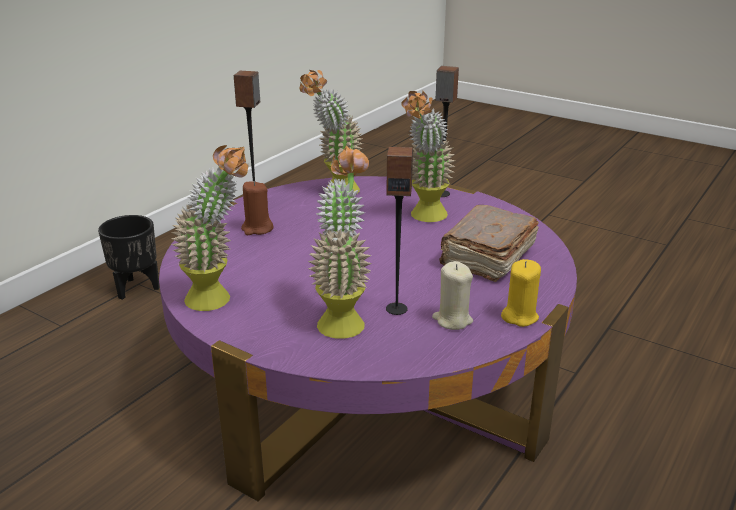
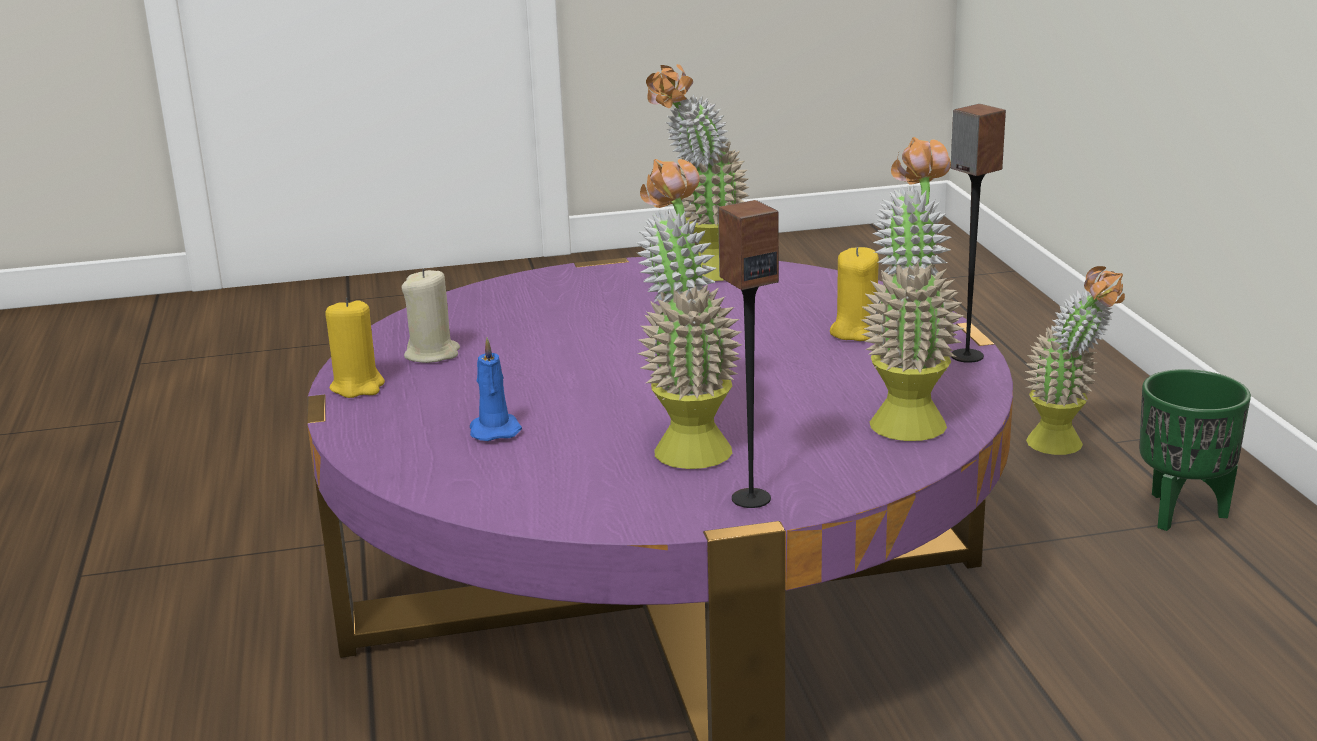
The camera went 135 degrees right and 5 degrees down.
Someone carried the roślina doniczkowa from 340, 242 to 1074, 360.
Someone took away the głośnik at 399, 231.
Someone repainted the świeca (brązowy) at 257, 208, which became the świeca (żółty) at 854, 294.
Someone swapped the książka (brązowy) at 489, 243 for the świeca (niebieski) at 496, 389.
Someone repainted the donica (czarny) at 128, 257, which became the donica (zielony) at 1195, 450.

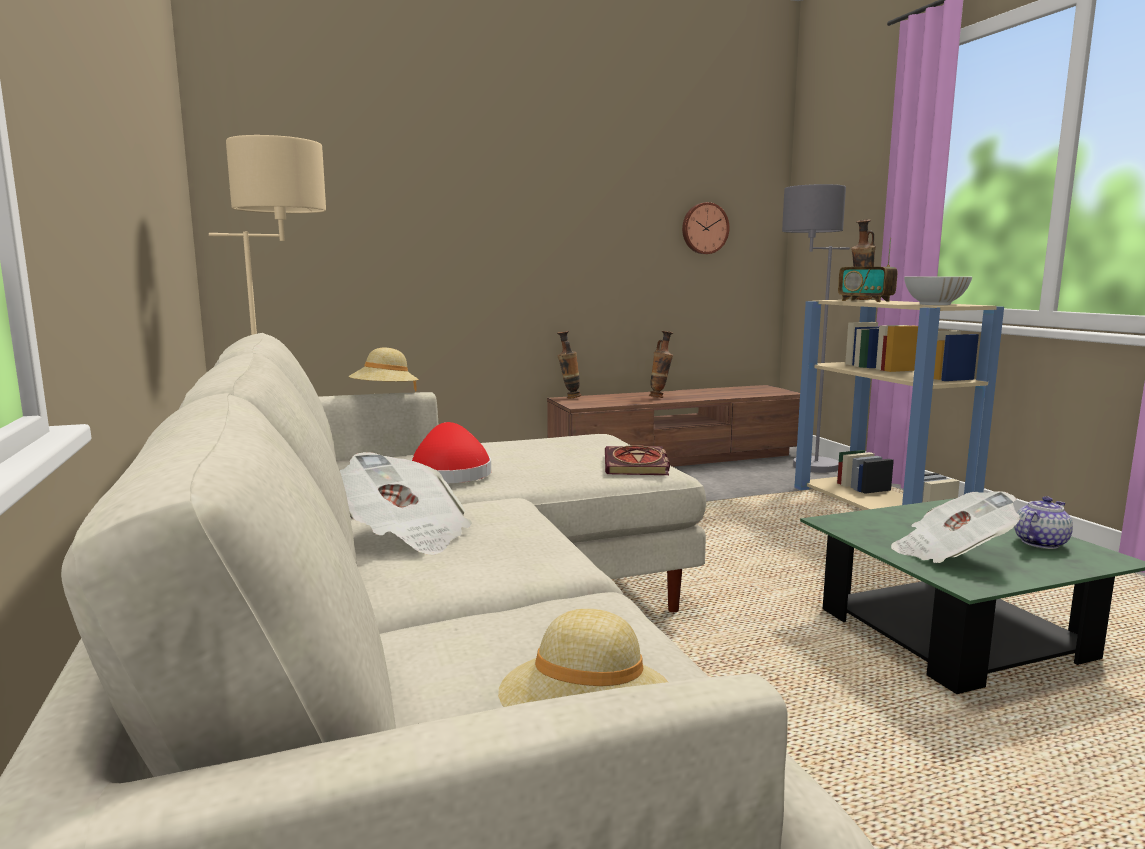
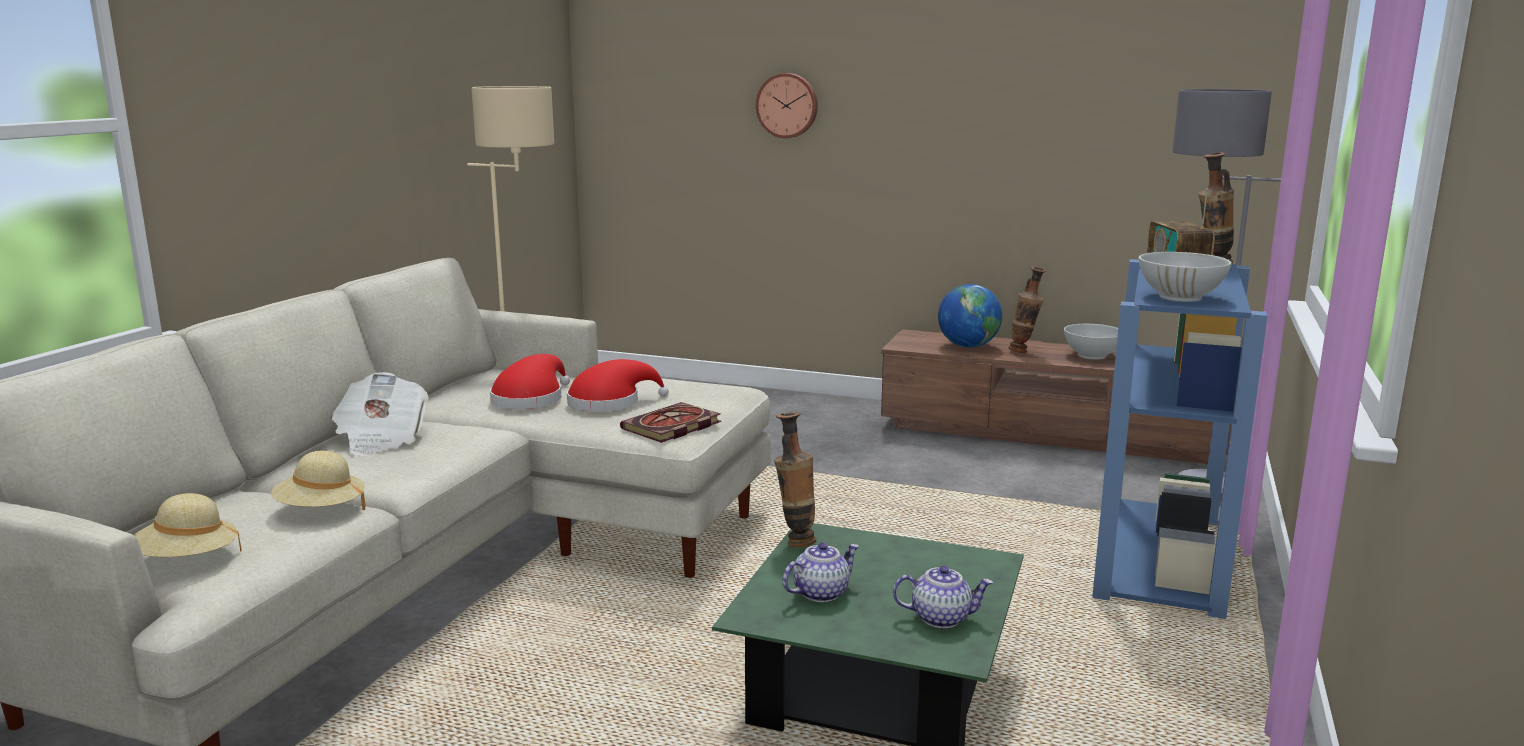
The camera went 40 degrees right and 5 degrees up.
Someone carried the zegar ścienny from 706, 228 to 787, 105.
Someone repainted the regał (beżowy) at 899, 405, which became the regał (niebieski) at 1179, 439.
Someone carried the wazon from 569, 364 to 795, 480.
Someone carried the kapelusz (beżowy) from 384, 370 to 318, 480.
Someone swapped the gazeta at 955, 527 for the imbryk at 820, 572.
Someone put down the globus at 970, 316.
Someone put down the miska (biały) at 1091, 341.
Someone put down the kapelusz (czerwony) at 618, 385.

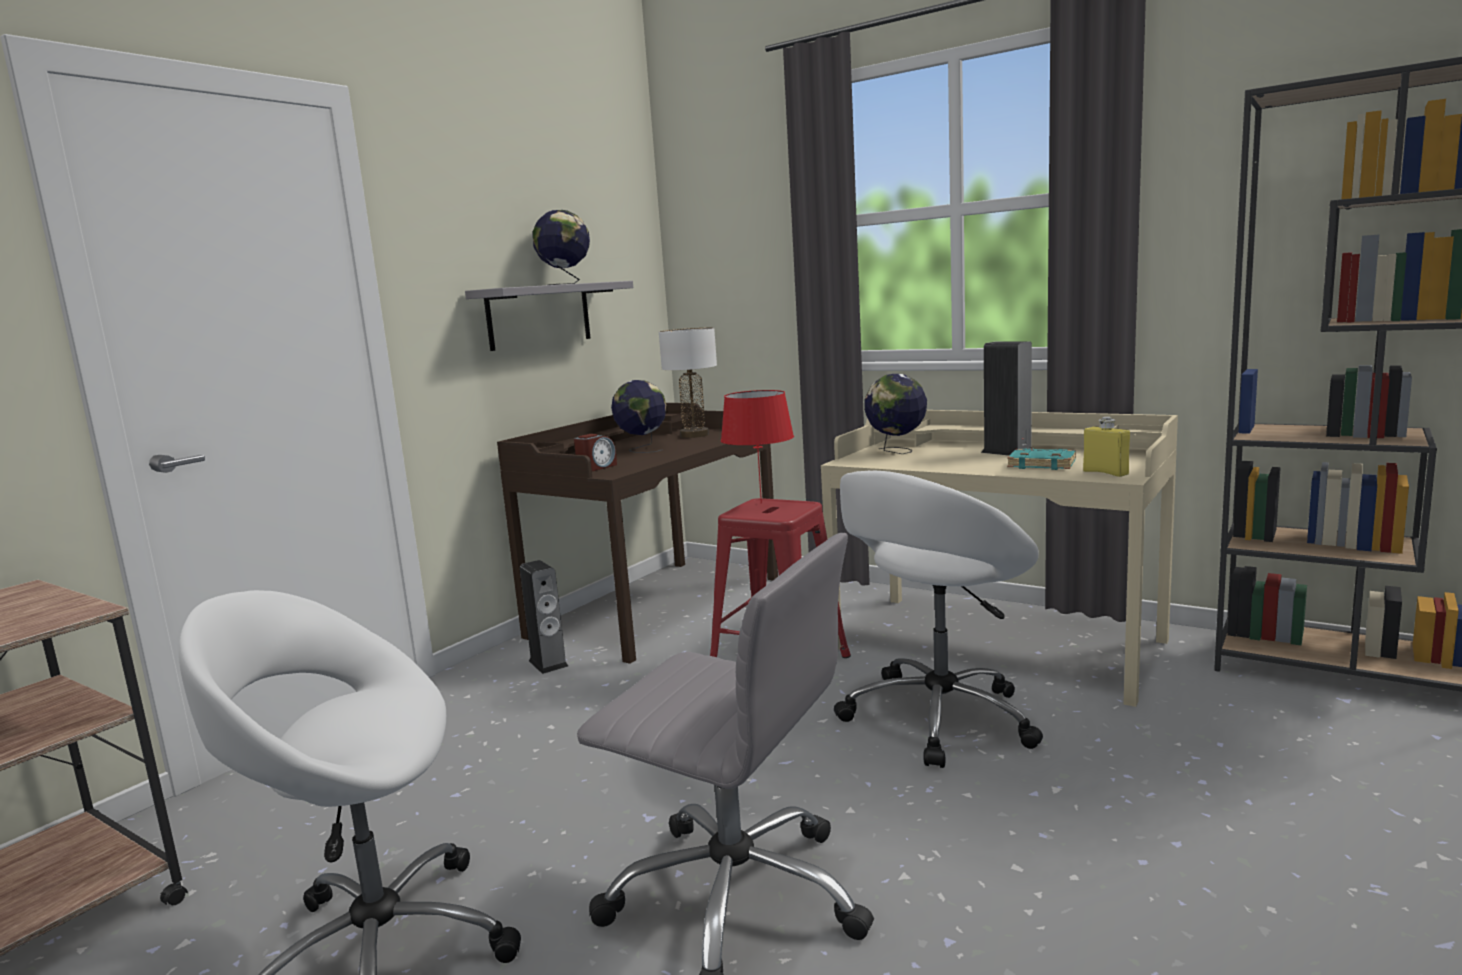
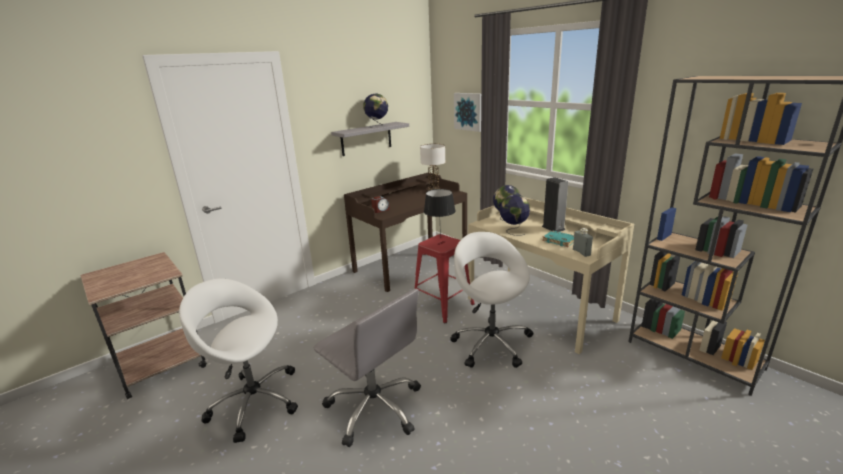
The camera went 15 degrees right and 10 degrees up.
Someone carried the globus from 638, 416 to 514, 215.
Someone repainted the lampa stołowa (czerwony) at 757, 446, which became the lampa stołowa (czarny) at 440, 213.
Someone repainted the butelka (żółty) at 1106, 447, which became the butelka (szary) at 583, 242.
Someone rotated the krzesło biurowe (biały) at 938, 619 by 75 degrees clockwise.
Someone took away the głośnik at 544, 617.
Someone put up the obraz at 467, 112.

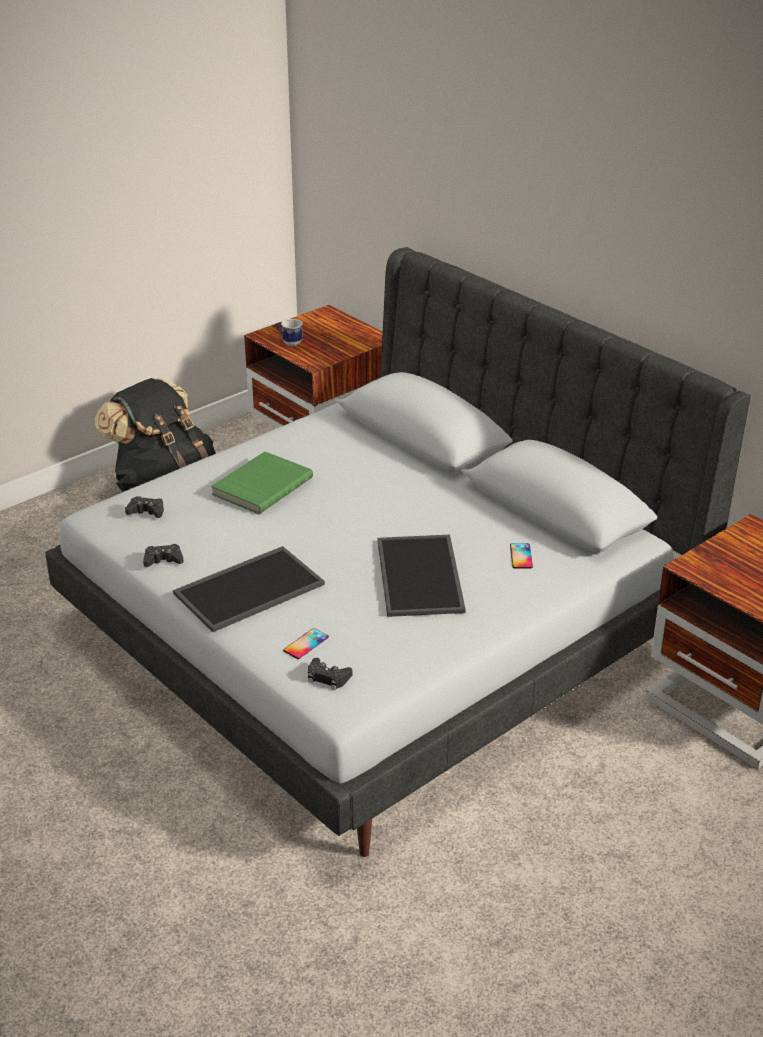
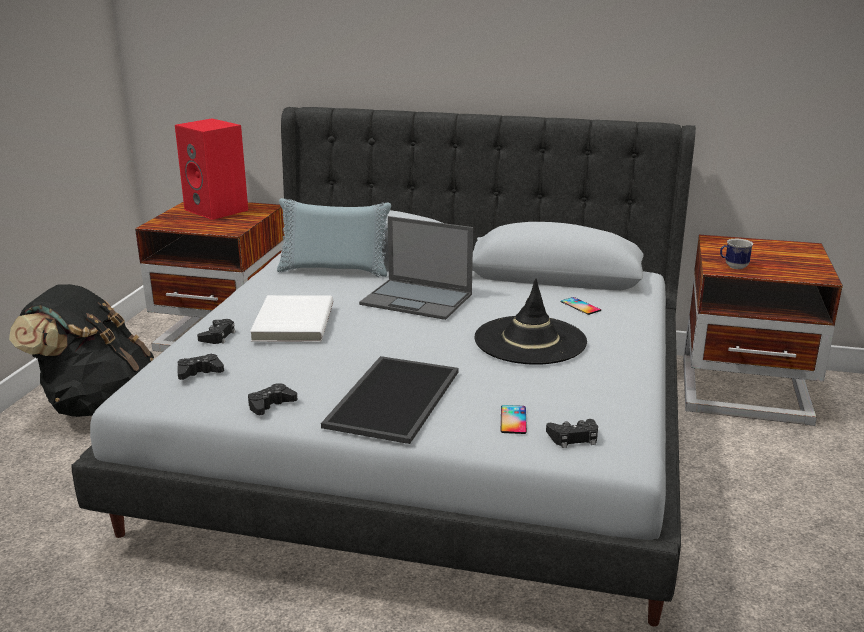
The camera went 35 degrees left and 10 degrees down.
Someone carried the kubek from 290, 332 to 736, 254.
Someone repainted the książka (zielony) at 262, 482, which became the książka (biały) at 291, 318.
Someone swapped the taca at 421, 576 for the kapelusz (czarny) at 531, 321.
Someone put down the głośnik (czerwony) at 211, 169.
Someone put down the poduszka (niebieski) at 334, 237.
Someone put down the laptop at 416, 268.
Someone put down the pad do gier (czarny) at 216, 331.

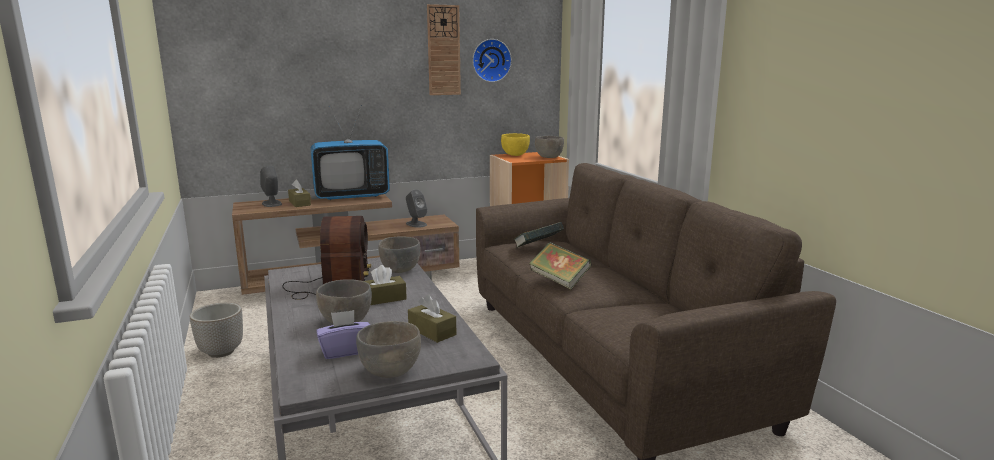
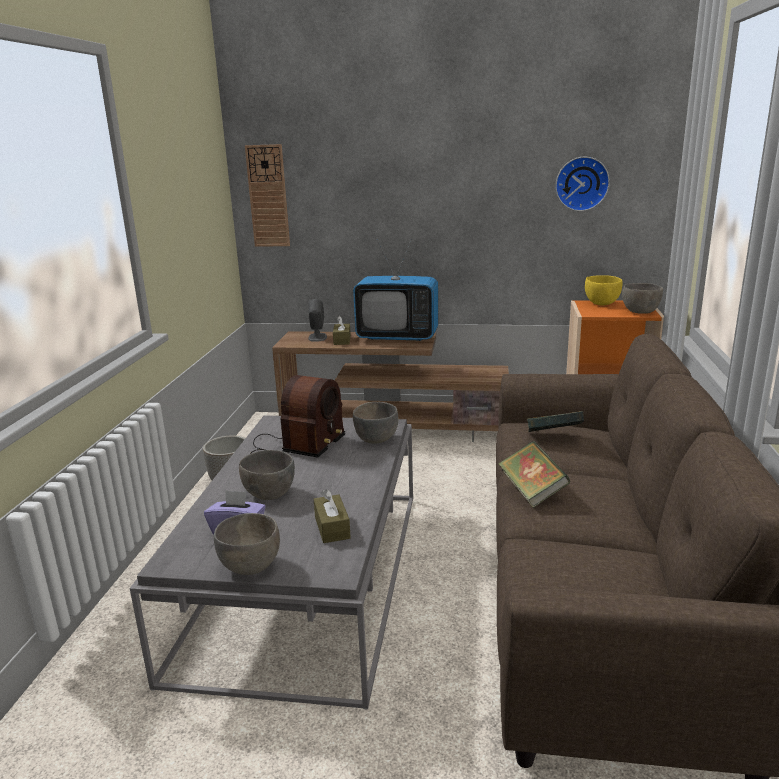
The camera went 30 degrees right and 5 degrees up.
Someone carried the zegar ścienny from 444, 49 to 267, 195.
Someone took away the głośnik (szary) at 416, 208.
Someone took away the pudełko chusteczek (brązowy) at 385, 285.

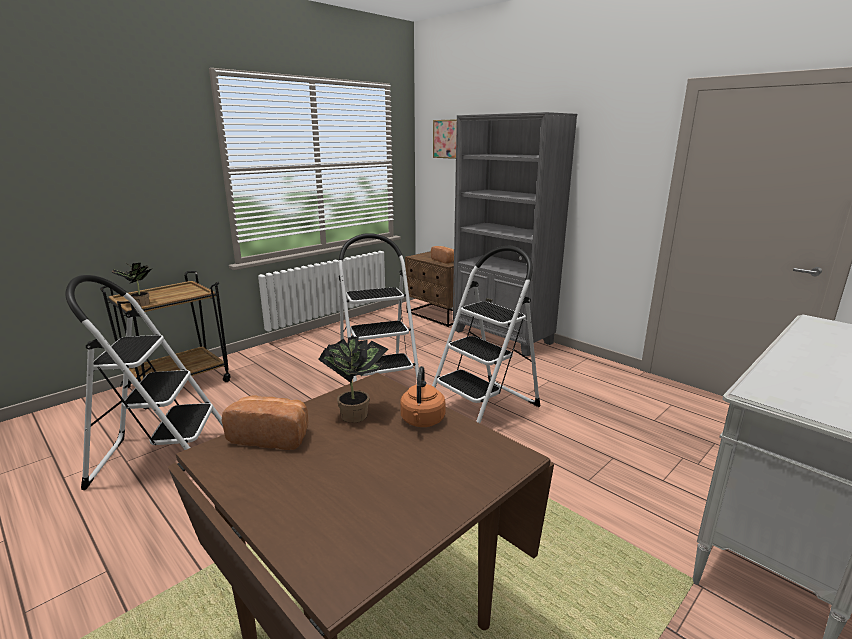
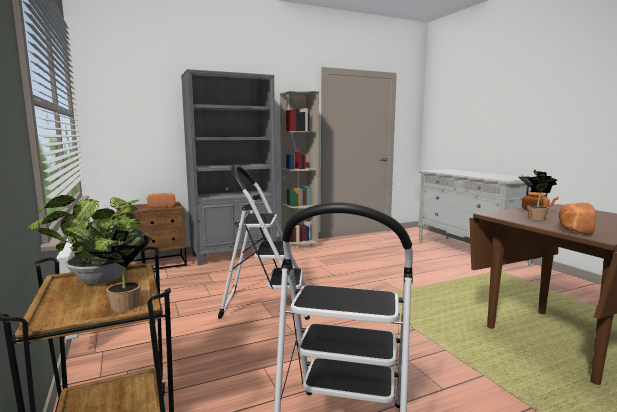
The camera went 70 degrees left and 10 degrees down.
Someone took away the obraz at 445, 139.
Someone took away the drabinka at 486, 334.
Someone put down the regał (beżowy) at 299, 169.
Someone put down the roślina doniczkowa at 84, 239.

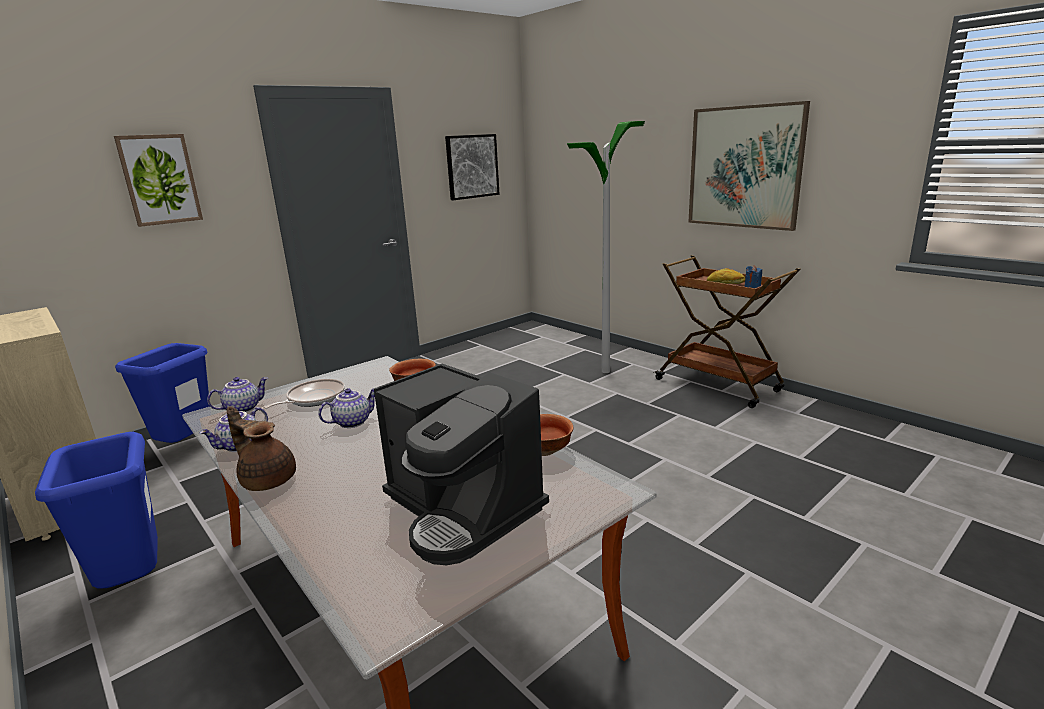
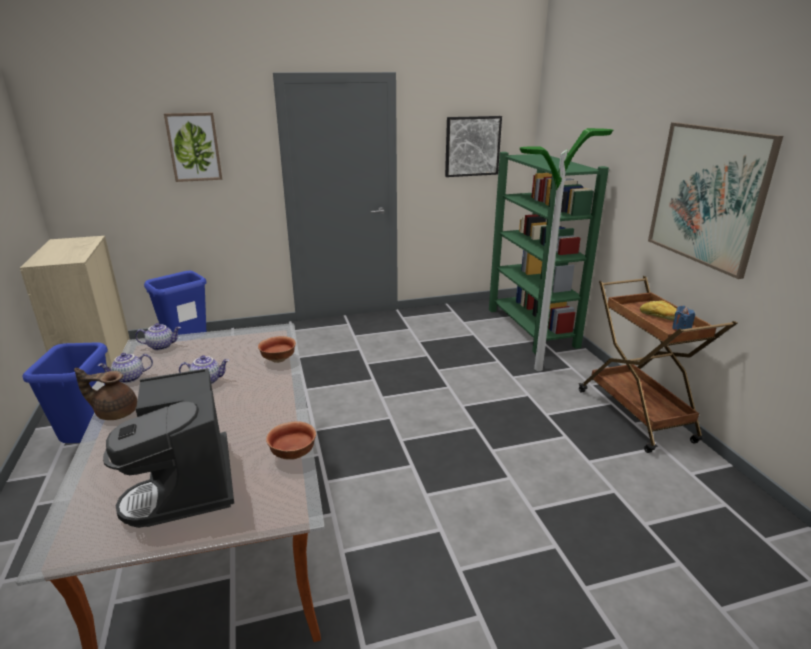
The camera went 25 degrees right and 5 degrees up.
Someone took away the patelnia at 303, 394.
Someone rotated the imbryk (brązowy) at 261, 448 by 60 degrees counterclockwise.
Someone put down the regał (zielony) at 549, 253.

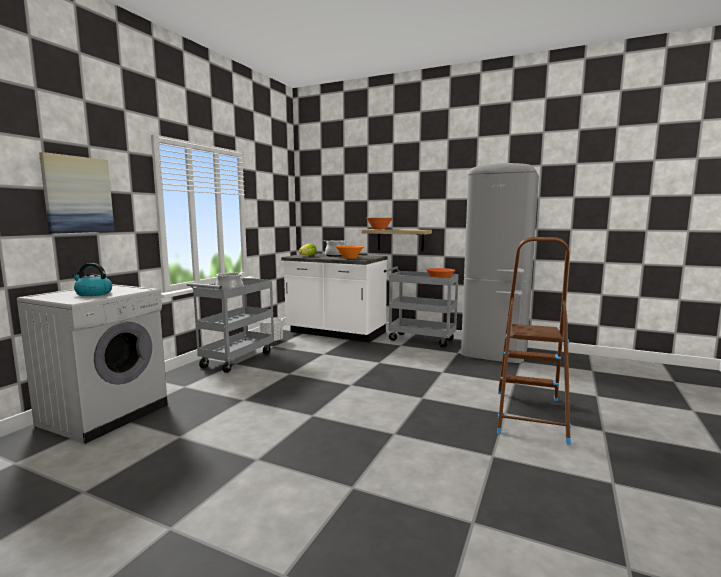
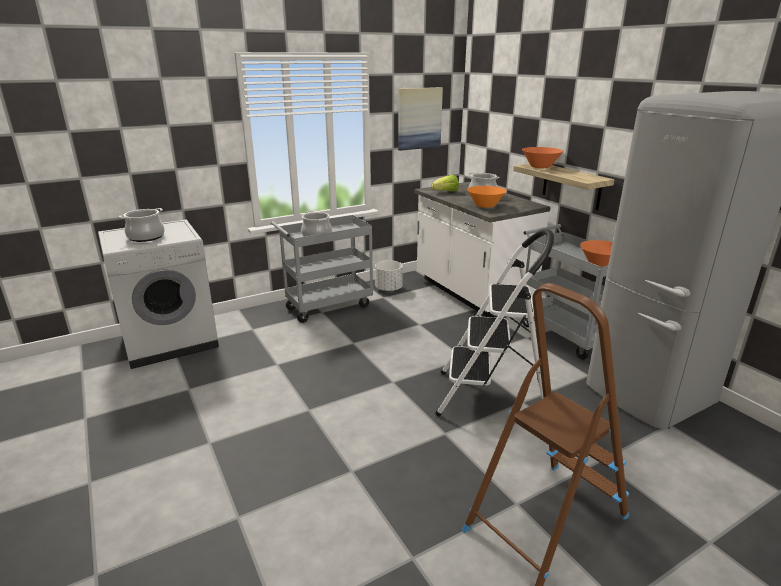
The camera went 35 degrees right and 15 degrees up.
Someone carried the obraz from 77, 193 to 420, 119.
Someone swapped the czajnik at 92, 279 for the garnek at 142, 225.
Someone put down the drabinka at 494, 322.

